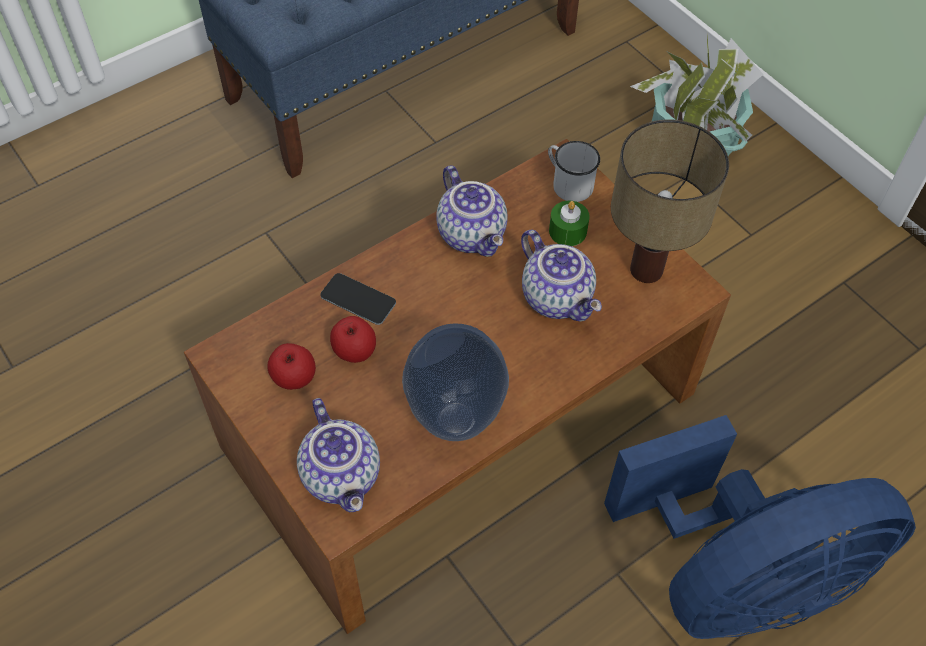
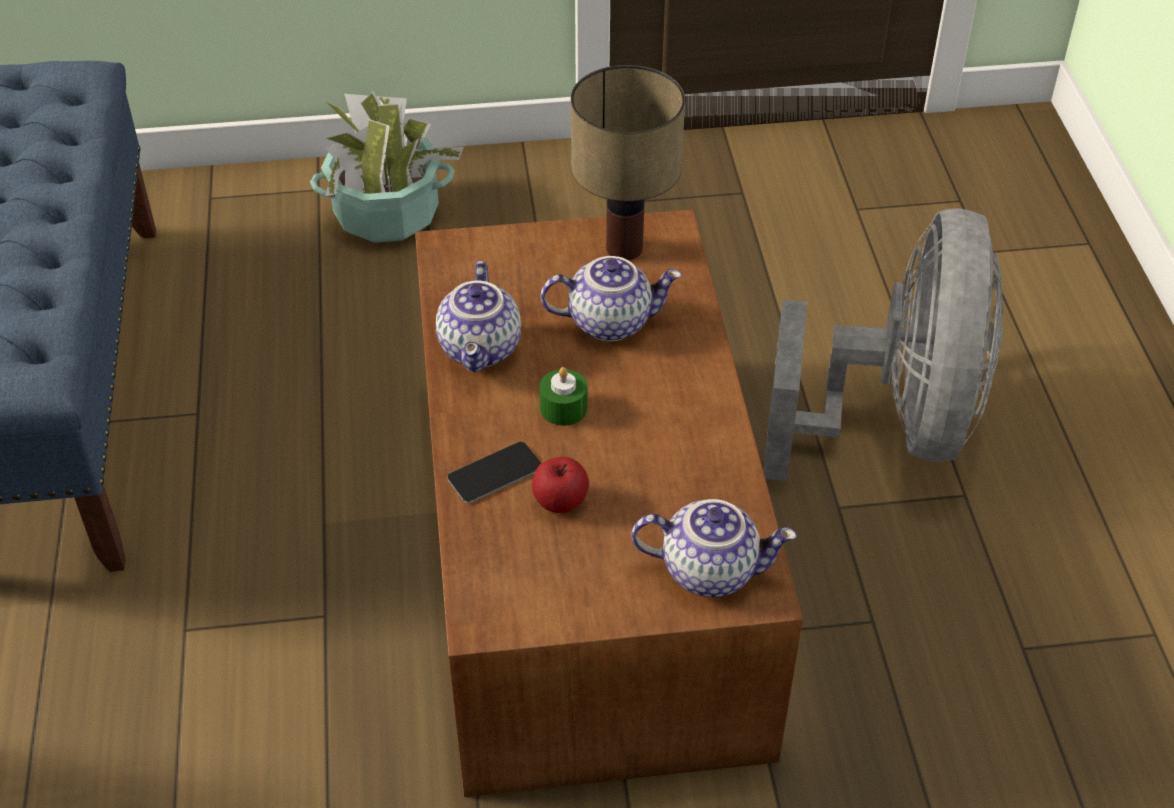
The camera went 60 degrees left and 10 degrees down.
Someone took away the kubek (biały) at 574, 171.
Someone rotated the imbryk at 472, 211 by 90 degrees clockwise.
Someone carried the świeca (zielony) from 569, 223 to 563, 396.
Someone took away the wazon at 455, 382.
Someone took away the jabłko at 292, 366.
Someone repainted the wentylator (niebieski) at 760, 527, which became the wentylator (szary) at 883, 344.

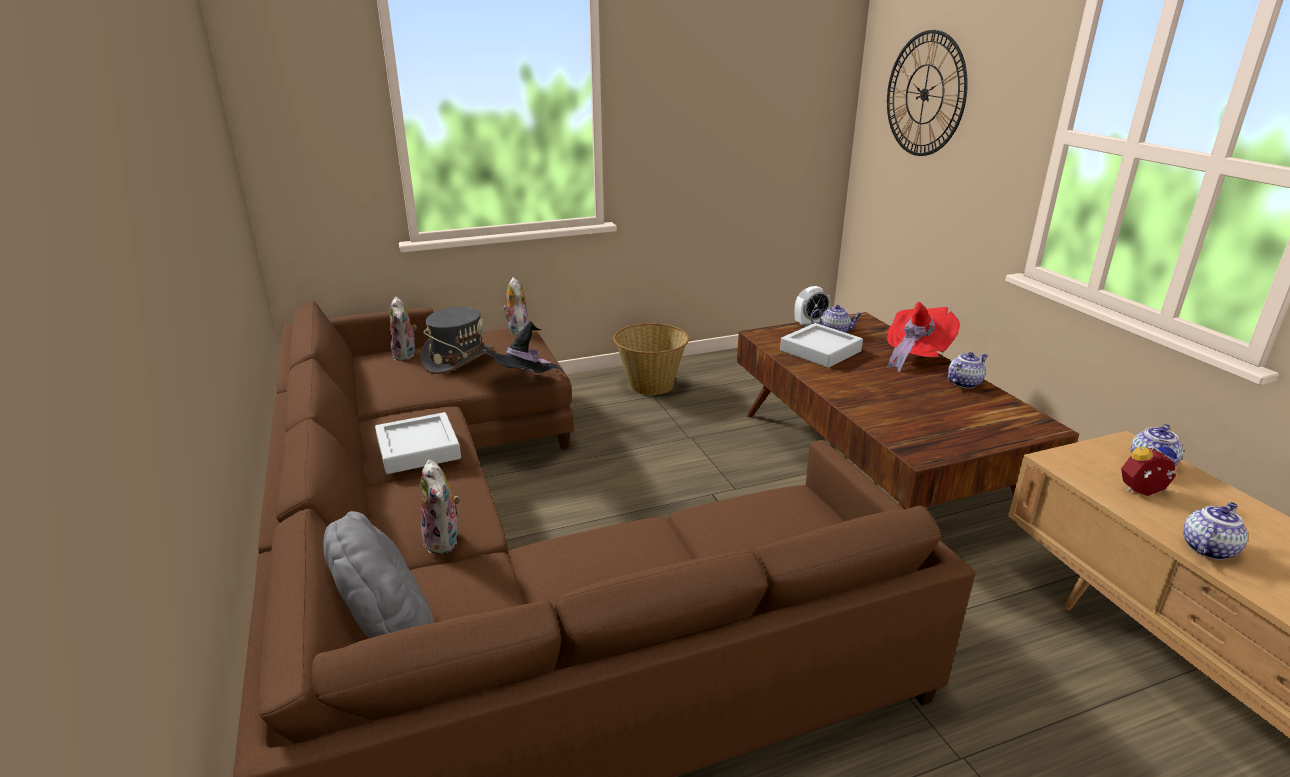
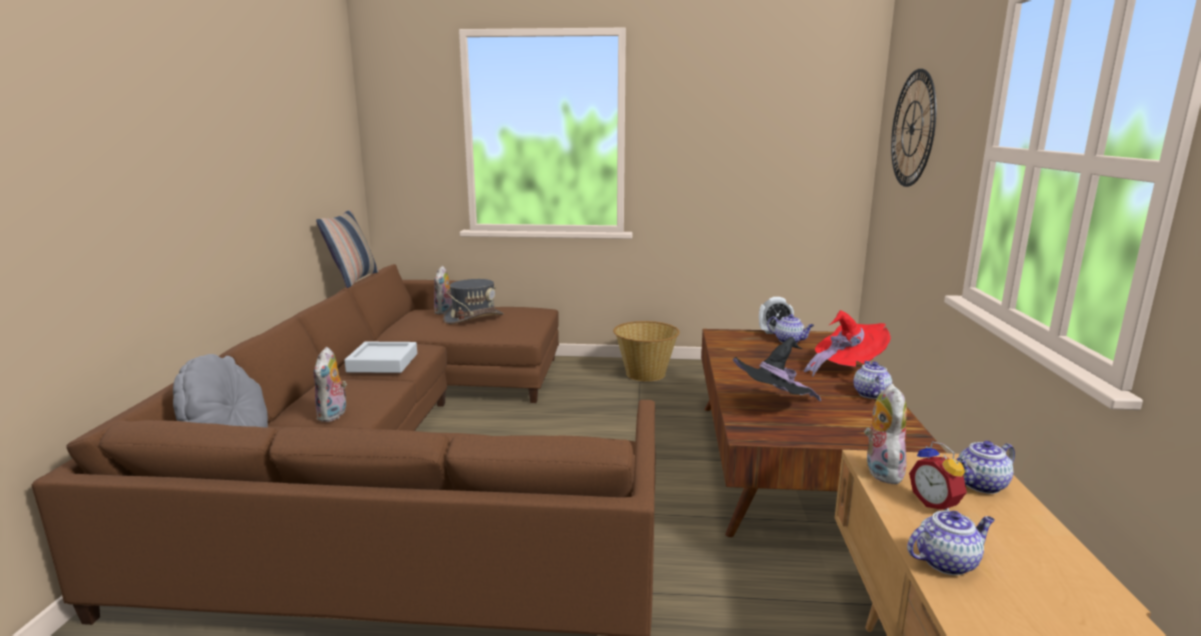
The camera went 25 degrees right and 10 degrees down.
Someone carried the pluszak from 516, 306 to 885, 433.
Someone carried the kapelusz (czarny) from 522, 347 to 777, 369.
Someone took away the taca (szary) at 821, 345.
Someone rotated the imbryk at 968, 370 by 75 degrees counterclockwise.
Someone rotated the budzik at 1149, 467 by 135 degrees counterclockwise.
Someone put down the poduszka at 347, 248.

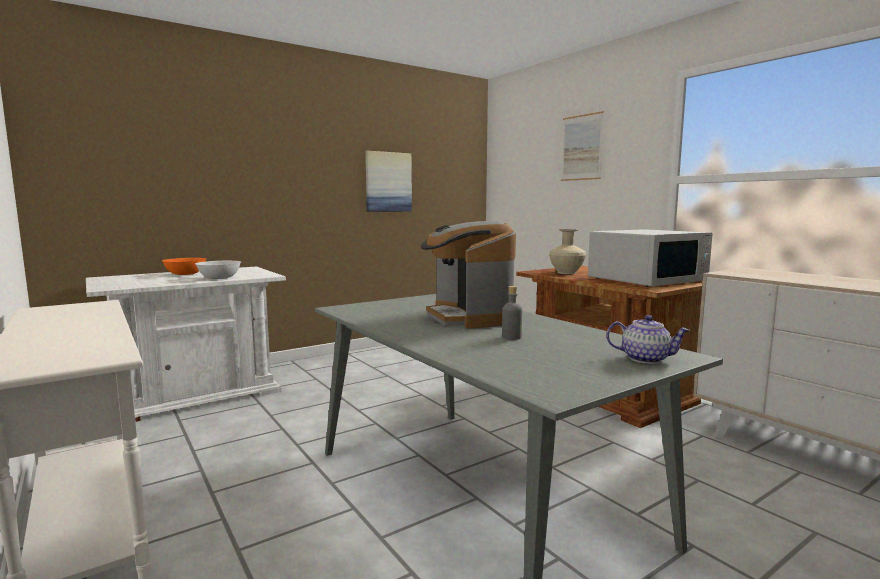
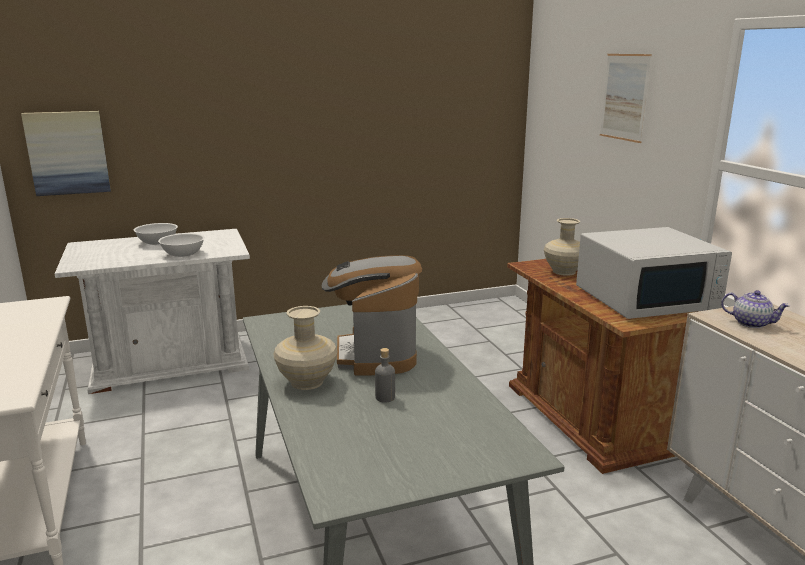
The camera went 15 degrees right and 10 degrees up.
Someone carried the obraz from 388, 181 to 66, 153.
Someone repainted the miska (pomarańczowy) at 184, 266, which became the miska (biały) at 156, 234.
Someone carried the imbryk from 648, 339 to 755, 309.
Someone put down the wazon (beżowy) at 306, 348.

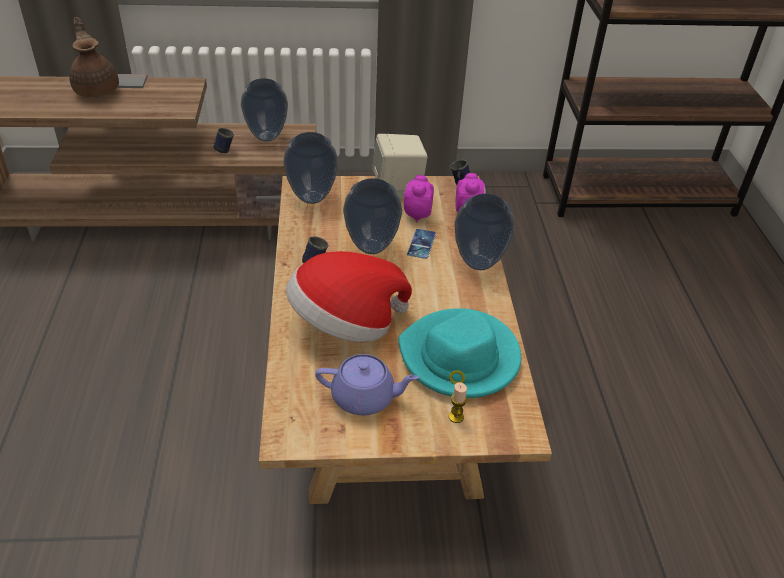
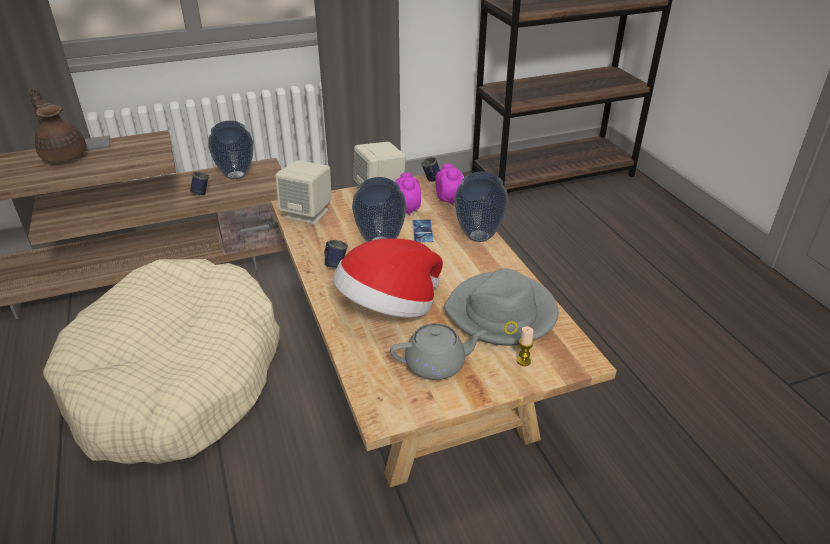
The camera went 15 degrees left and 5 degrees down.
Someone swapped the wazon at 310, 168 for the głośnik (beżowy) at 303, 192.
Someone repainted the kapelusz (turkusowy) at 459, 353, which became the kapelusz (szary) at 501, 307.
Someone repainted the imbryk (fioletowy) at 367, 384, which became the imbryk (szary) at 438, 351.
Someone put down the legowisko (beżowy) at 161, 361.

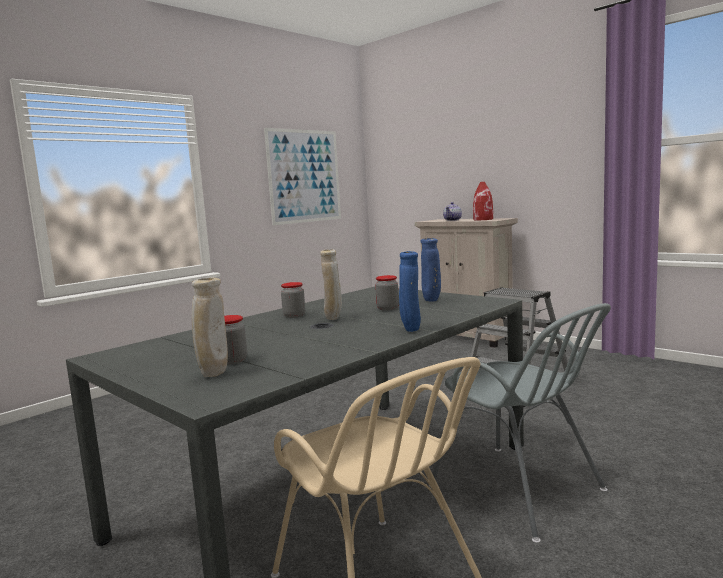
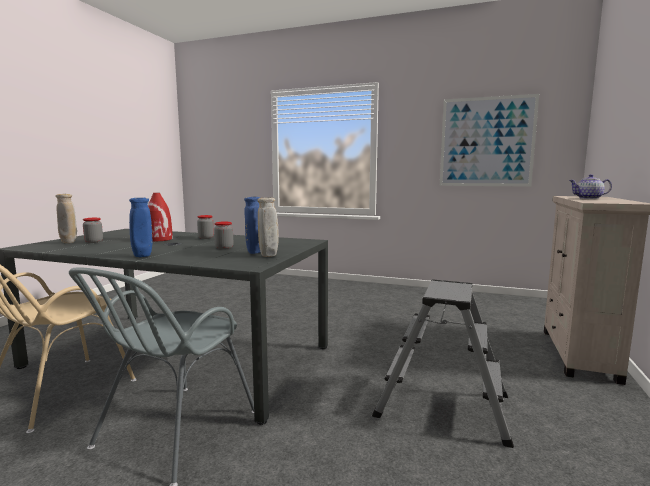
The camera went 65 degrees right and 0 degrees up.
Someone carried the wazon (czerwony) from 483, 201 to 160, 217.
Someone carried the wazon (beżowy) from 331, 284 to 268, 227.

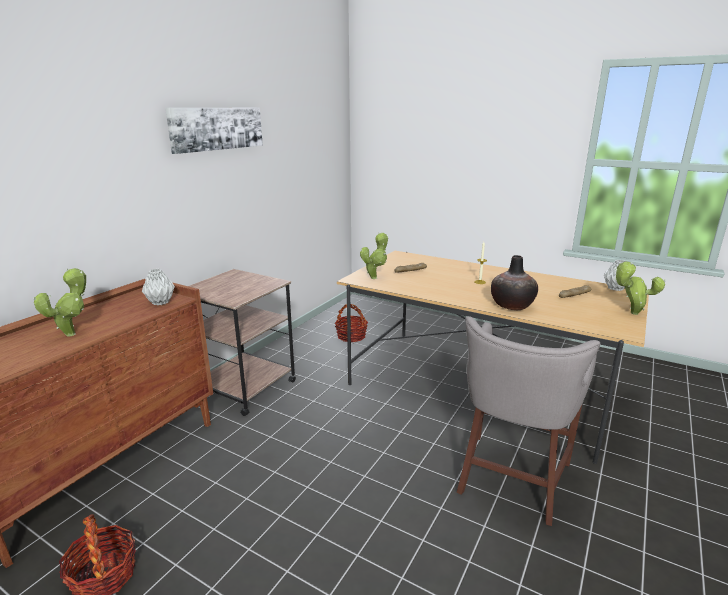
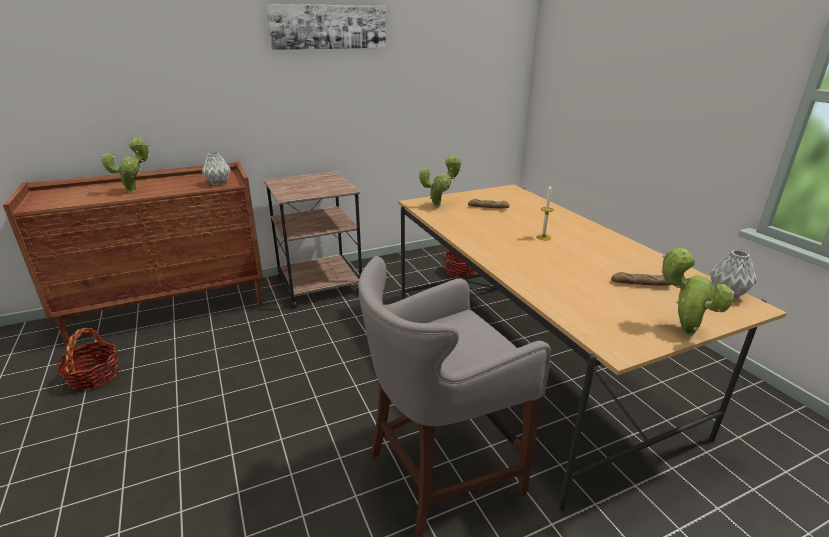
The camera went 35 degrees right and 5 degrees up.
Someone took away the wazon at 514, 282.

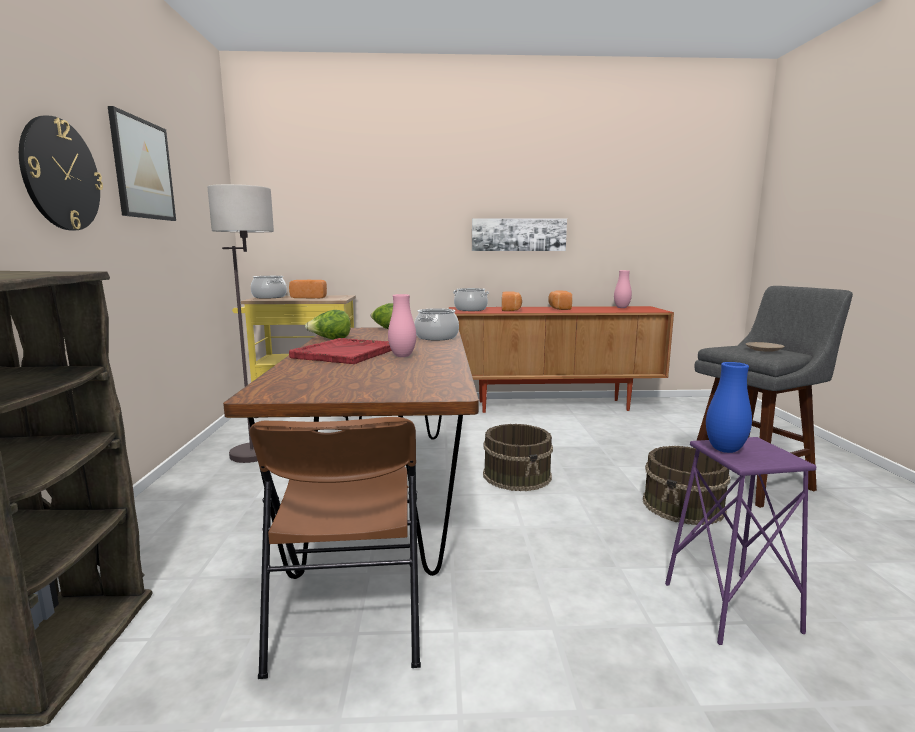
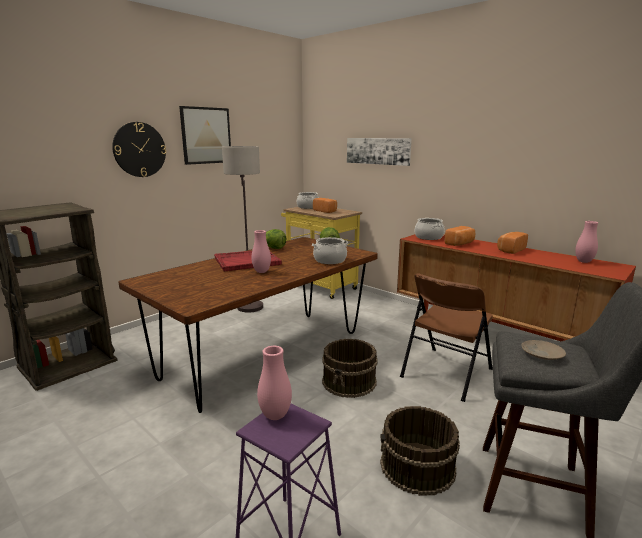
The camera went 45 degrees right and 5 degrees up.
Someone carried the obraz from 519, 234 to 379, 152.
Someone repainted the wazon (niebieski) at 729, 407, which became the wazon (różowy) at 274, 383.
Someone carried the krzesło (brązowy) from 335, 548 to 446, 337.

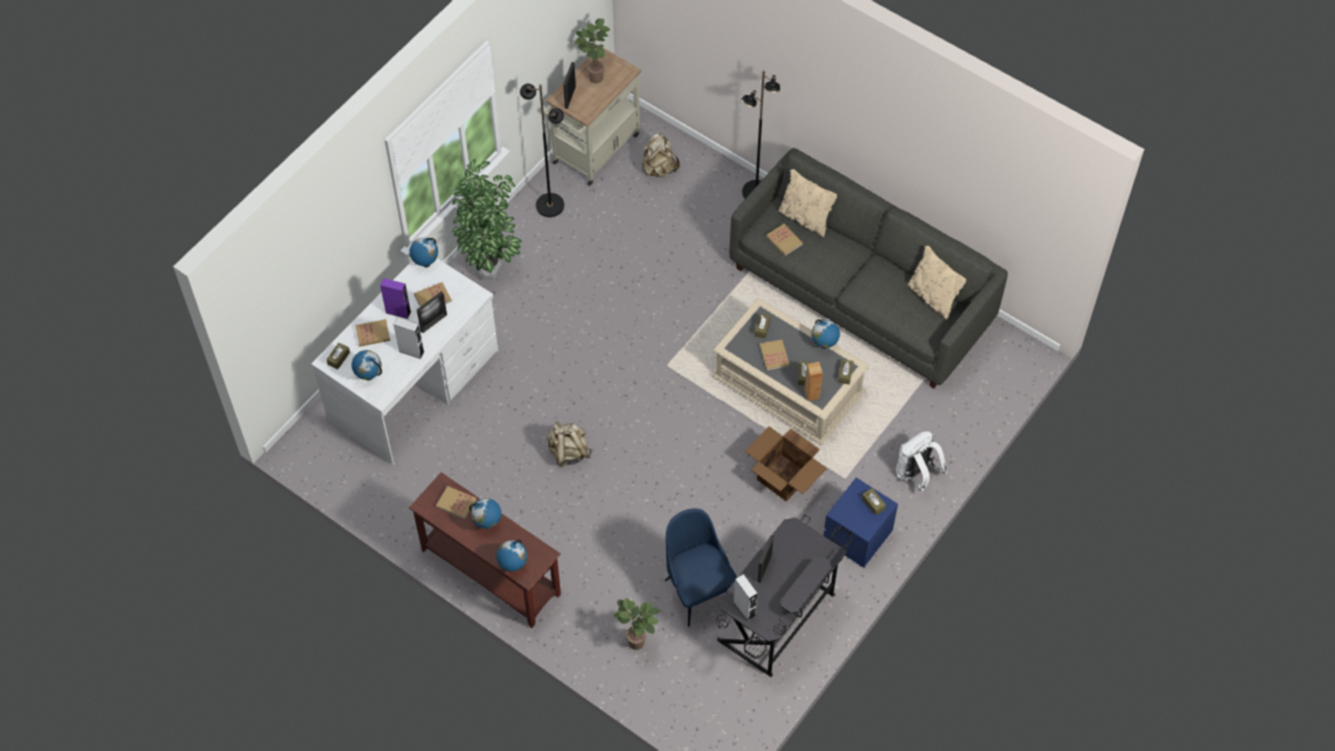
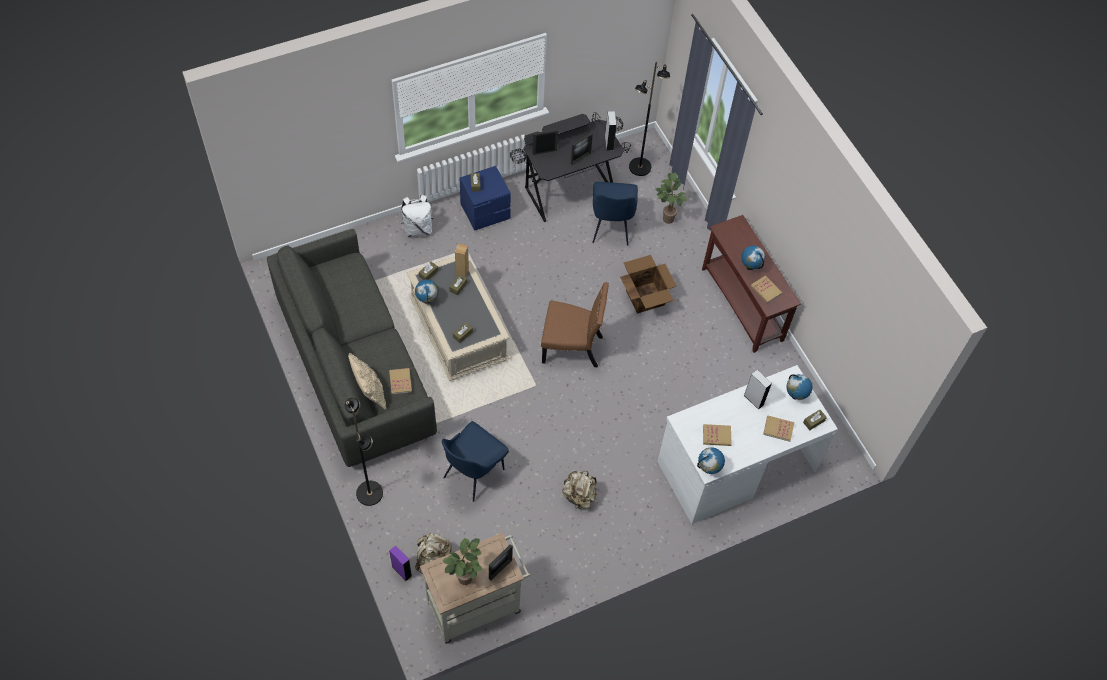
The camera went 155 degrees left and 0 degrees up.
Someone carried the lampa stojąca (czarny) from 542, 150 to 649, 118.
Someone took away the roślina doniczkowa at 487, 219.
Someone took away the poduszka (beżowy) at 936, 283.
Someone carried the głośnik (fioletowy) from 395, 298 to 400, 563.
Someone carried the ramka na zdjęcie from 432, 312 to 545, 142.
Someone took away the książka at 775, 355.
Someone carried the plecak (beżowy) from 569, 444 to 579, 490.
Someone carried the karton from 786, 463 to 648, 284.
Someone took away the globus at 511, 556.
Someone put down the krzesło (brązowy) at 575, 324.
Someone put down the krzesło (niebieski) at 475, 461.

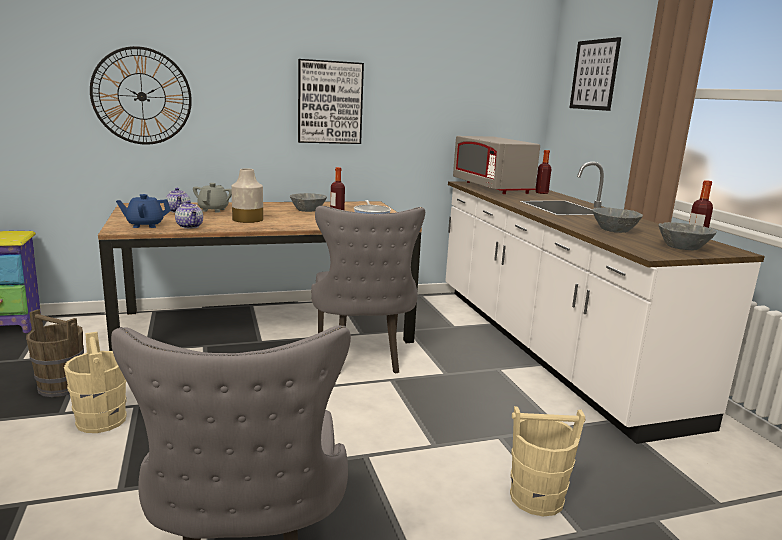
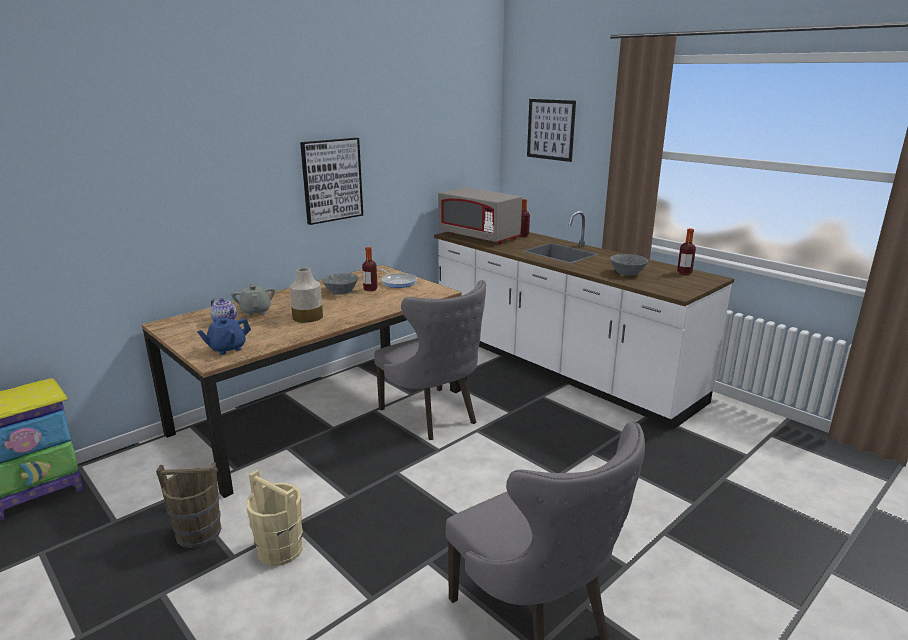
The camera went 25 degrees left and 5 degrees up.
Someone took away the zegar ścienny at 141, 95.
Someone took away the imbryk at 189, 215.
Someone took away the miska (szary) at 688, 236.
Someone took away the wiadro (beżowy) at 547, 461.

